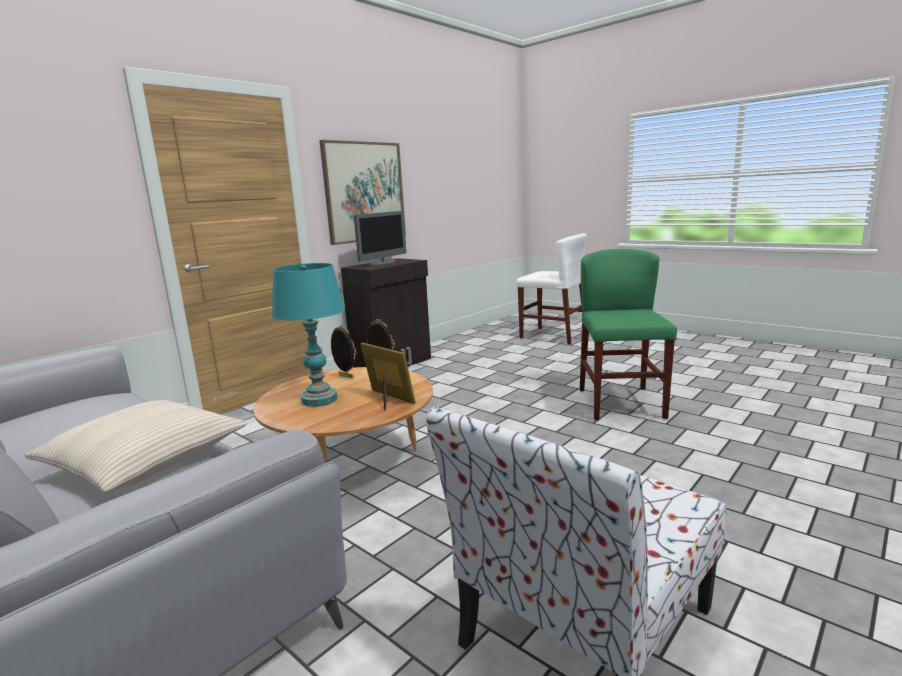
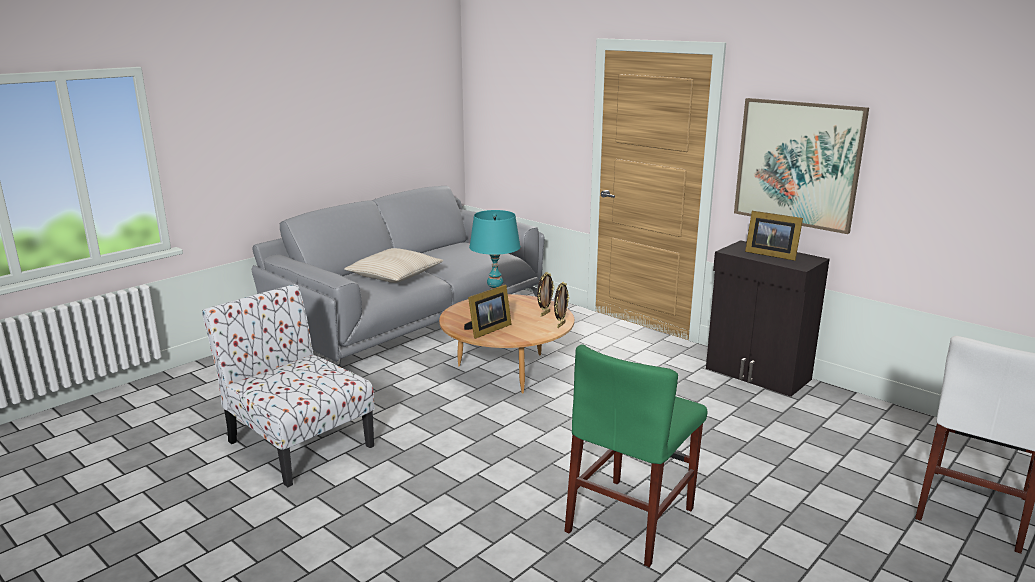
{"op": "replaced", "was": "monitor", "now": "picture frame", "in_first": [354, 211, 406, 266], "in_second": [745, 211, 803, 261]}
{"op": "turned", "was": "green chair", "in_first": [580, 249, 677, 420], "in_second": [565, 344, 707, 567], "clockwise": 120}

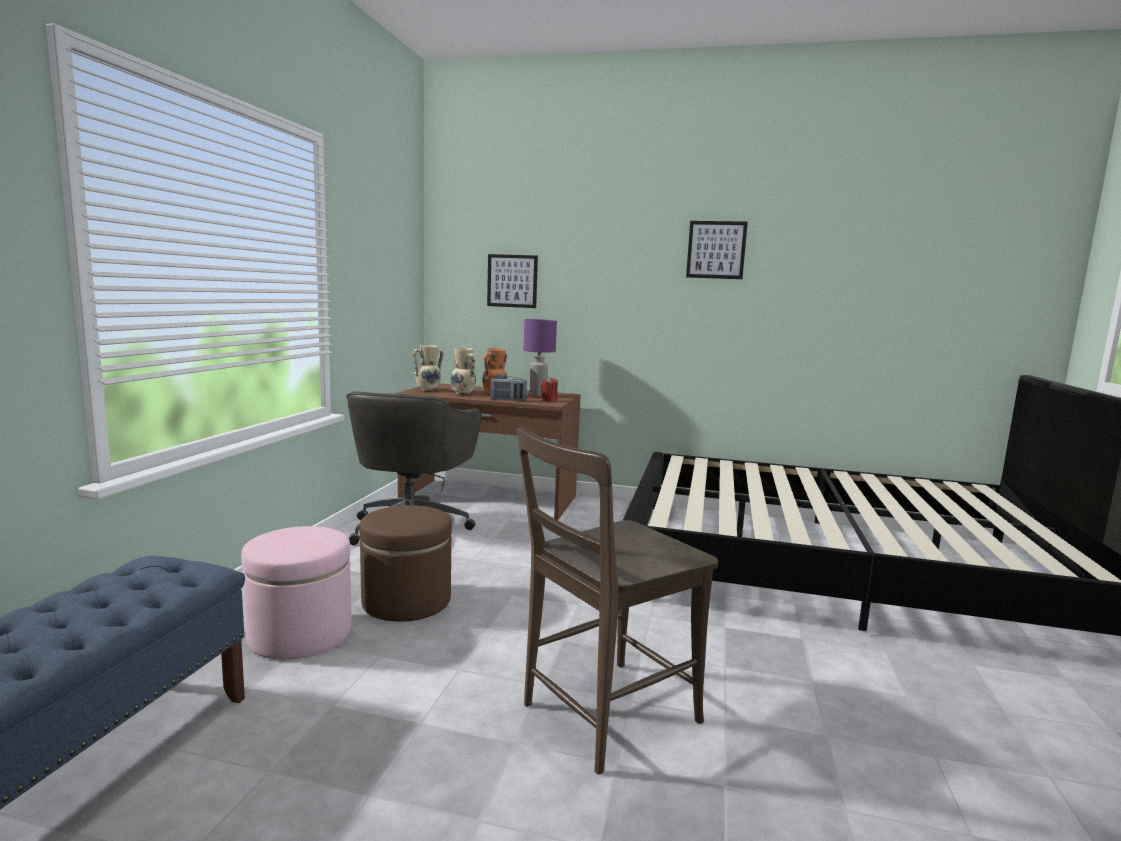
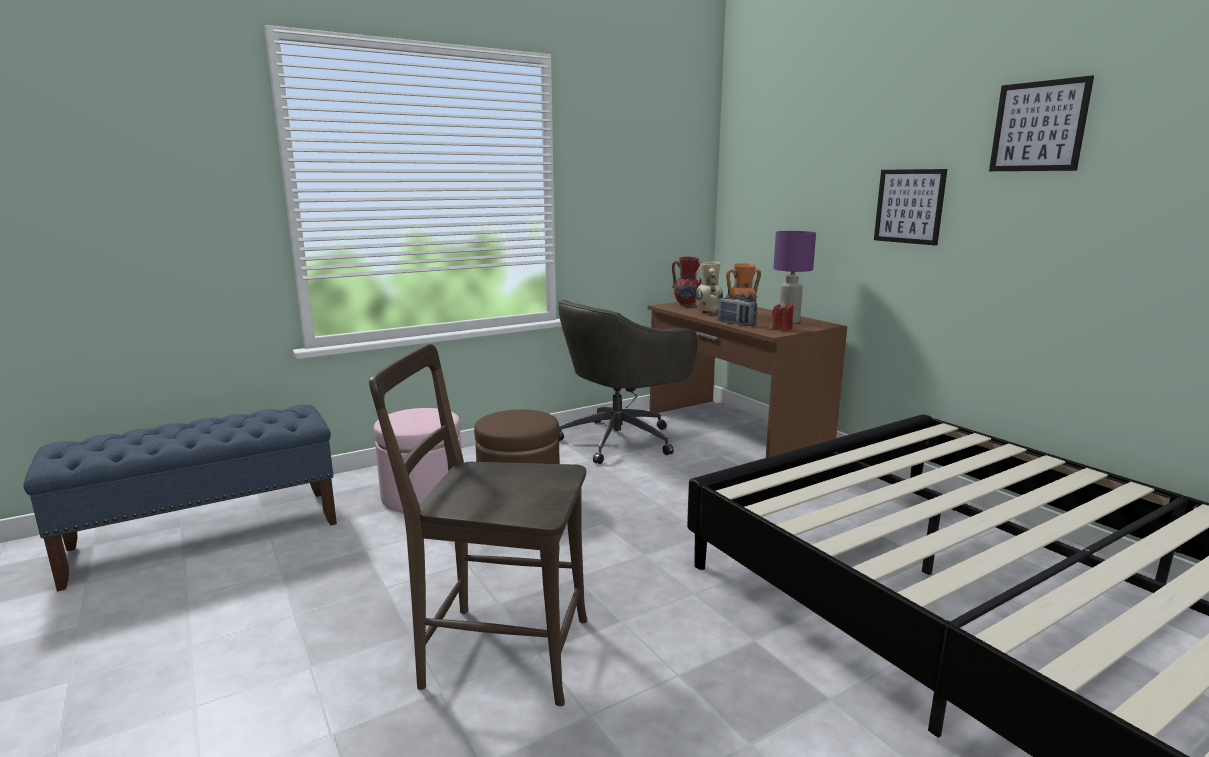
{"op": "moved", "was": "picture", "in_first": [487, 254, 538, 308], "in_second": [874, 169, 947, 246]}
{"op": "recoloured", "was": "beige vase", "now": "red vase", "in_first": [413, 345, 444, 391], "in_second": [672, 257, 702, 306]}

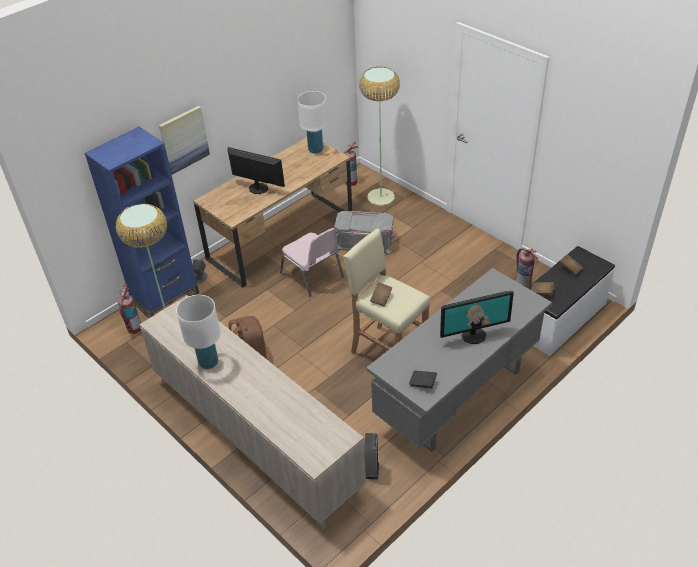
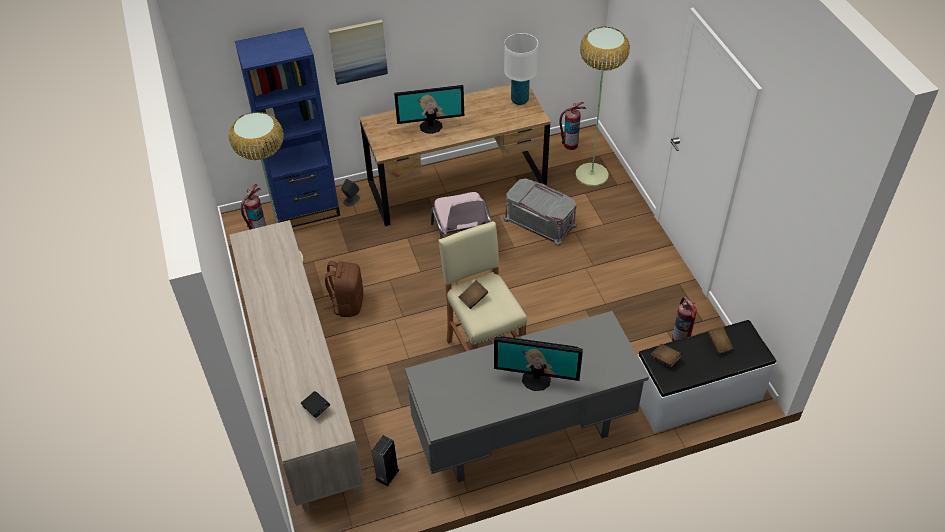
{"op": "removed", "was": "white table lamp", "in_first": [176, 295, 221, 369]}
{"op": "moved", "was": "black book", "in_first": [409, 370, 437, 389], "in_second": [300, 391, 330, 418]}
{"op": "turned", "was": "monitor", "in_first": [227, 147, 285, 194], "in_second": [394, 85, 464, 134], "clockwise": 120}

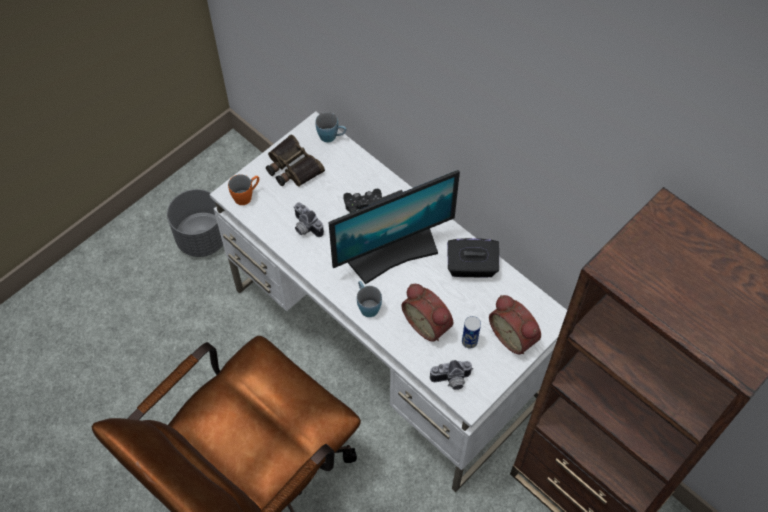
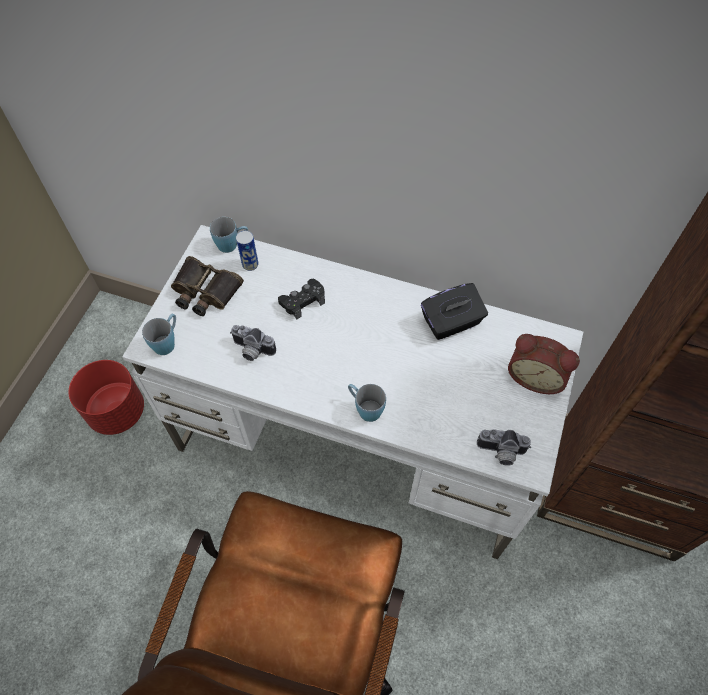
{"op": "removed", "was": "monitor", "in_first": [329, 170, 460, 284]}
{"op": "removed", "was": "alarm clock", "in_first": [401, 284, 454, 342]}
{"op": "moved", "was": "can", "in_first": [462, 316, 481, 349], "in_second": [236, 230, 259, 271]}
{"op": "recoloured", "was": "grey planter", "now": "red planter", "in_first": [167, 189, 223, 257], "in_second": [68, 360, 144, 435]}
{"op": "recoloured", "was": "orange mug", "now": "blue mug", "in_first": [228, 174, 259, 205], "in_second": [142, 314, 176, 355]}
{"op": "turned", "was": "photo camera", "in_first": [430, 360, 473, 390], "in_second": [477, 429, 531, 466], "clockwise": 45}

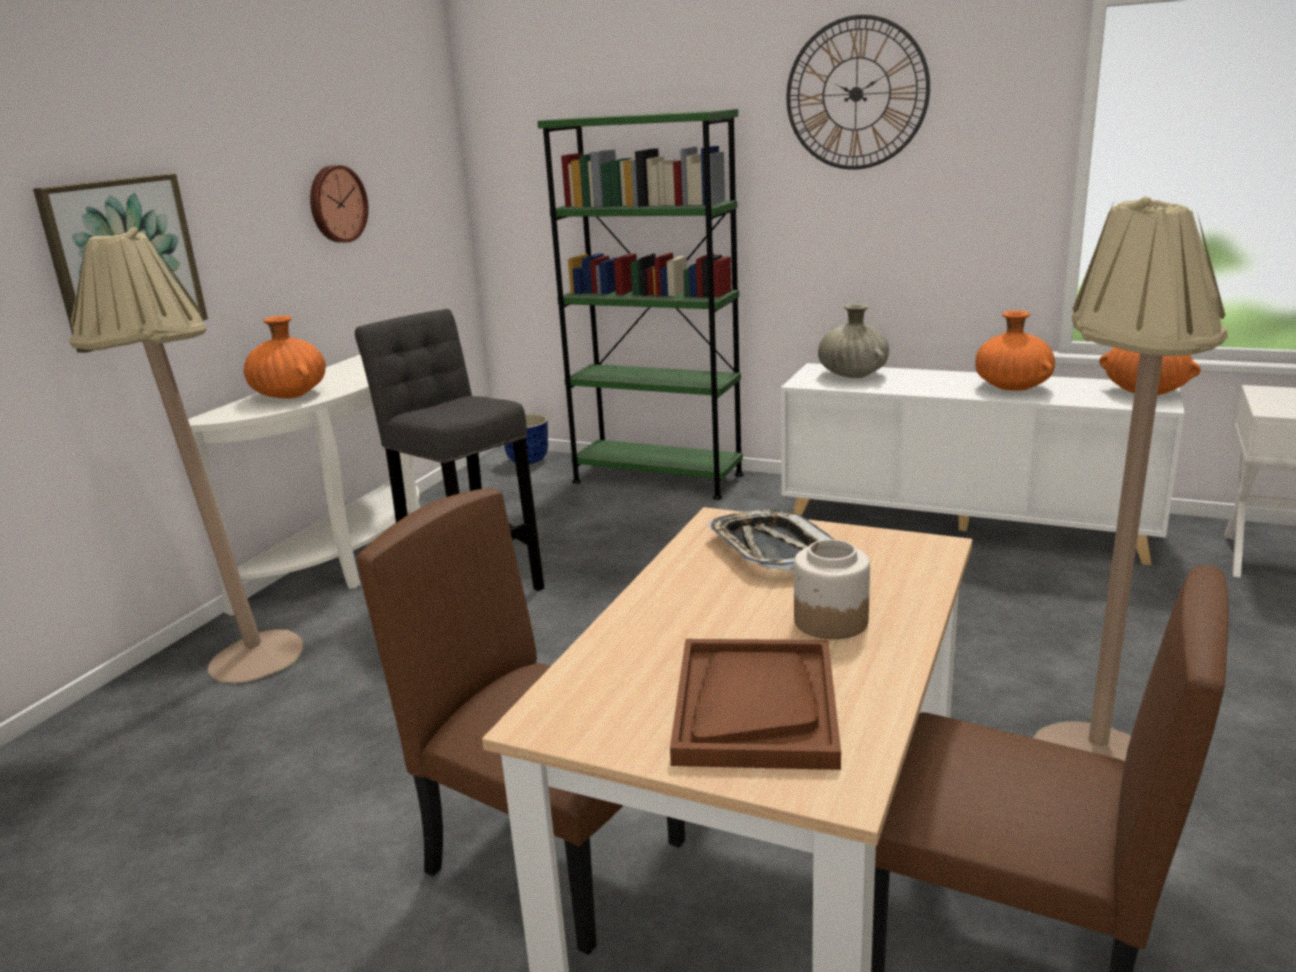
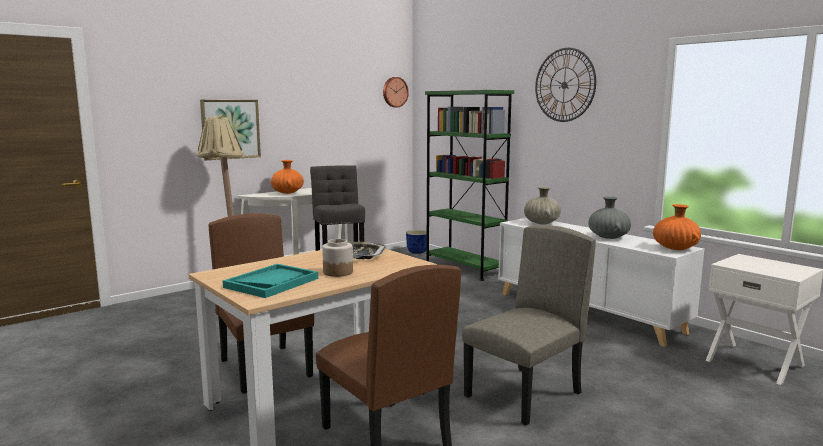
{"op": "moved", "was": "wall clock", "in_first": [310, 165, 368, 243], "in_second": [383, 77, 409, 107]}
{"op": "replaced", "was": "beige floor lamp", "now": "beige chair", "in_first": [1033, 196, 1228, 761], "in_second": [462, 225, 596, 425]}
{"op": "recoloured", "was": "brown tray", "now": "turquoise tray", "in_first": [670, 639, 841, 770], "in_second": [223, 264, 318, 298]}
{"op": "recoloured", "was": "orange vase", "now": "grey vase", "in_first": [975, 310, 1055, 391], "in_second": [588, 196, 631, 239]}

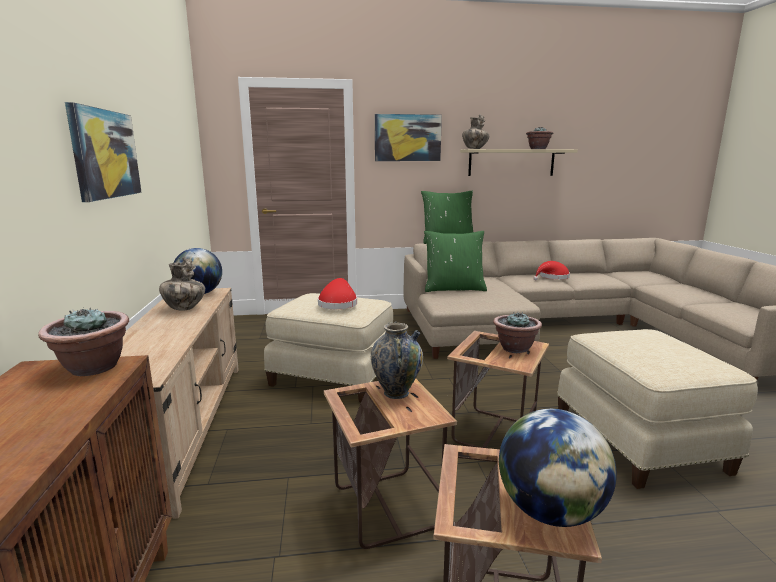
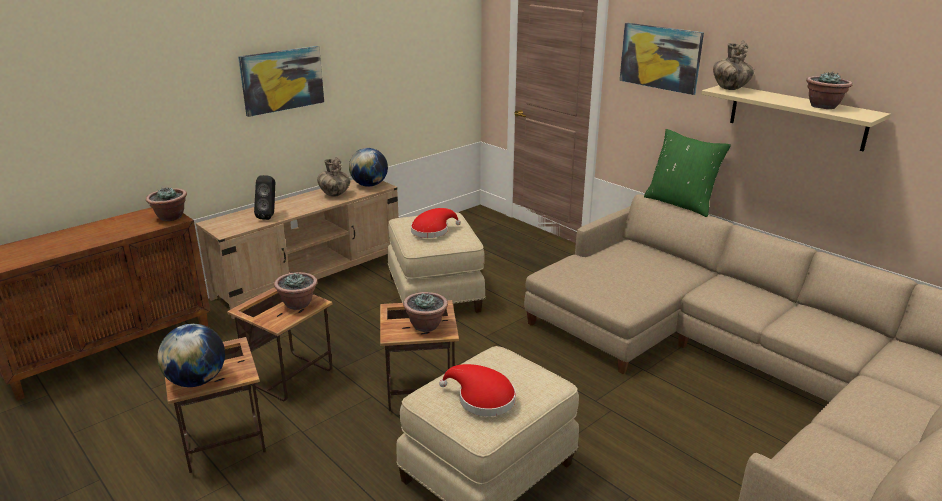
{"op": "removed", "was": "green pillow", "in_first": [424, 231, 487, 292]}
{"op": "added", "now": "black speaker", "in_second": [254, 175, 275, 220]}
{"op": "moved", "was": "red hat", "in_first": [534, 261, 570, 280], "in_second": [439, 364, 516, 416]}
{"op": "replaced", "was": "vase", "now": "potted plant", "in_first": [371, 321, 423, 399], "in_second": [274, 272, 317, 310]}

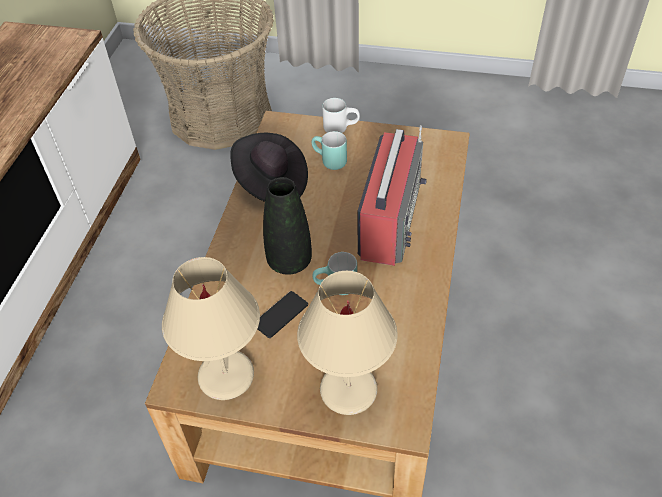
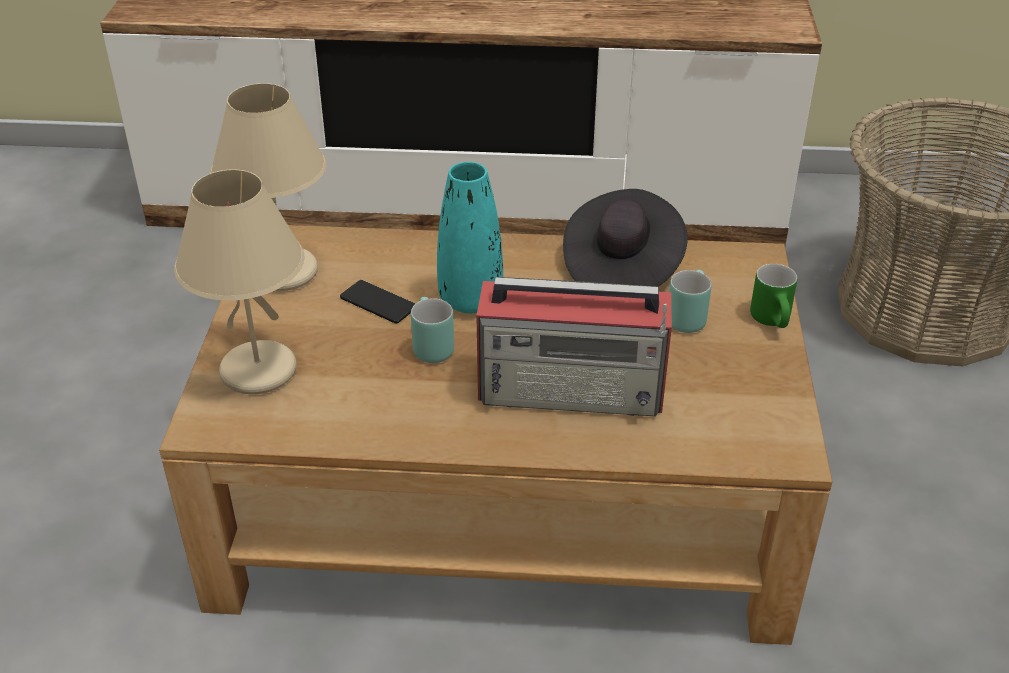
{"op": "recoloured", "was": "black vase", "now": "turquoise vase", "in_first": [263, 177, 312, 275], "in_second": [437, 162, 503, 313]}
{"op": "recoloured", "was": "white mug", "now": "green mug", "in_first": [322, 98, 360, 133], "in_second": [750, 264, 797, 328]}

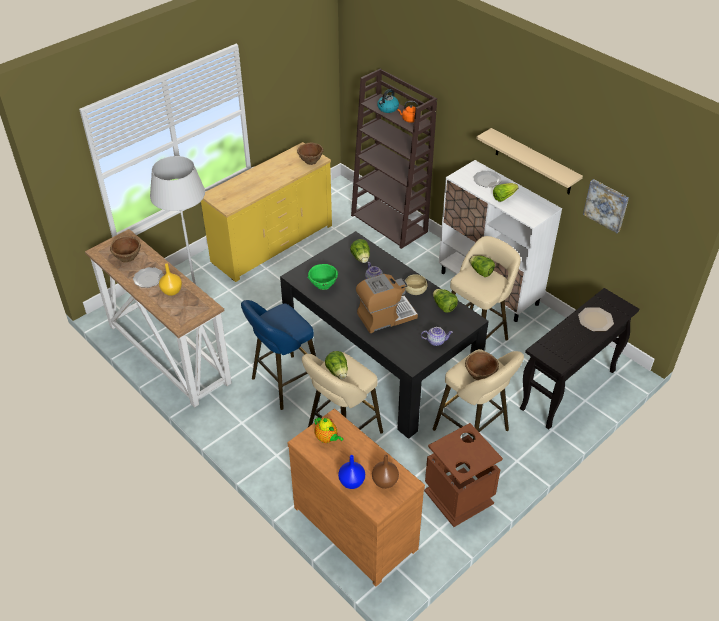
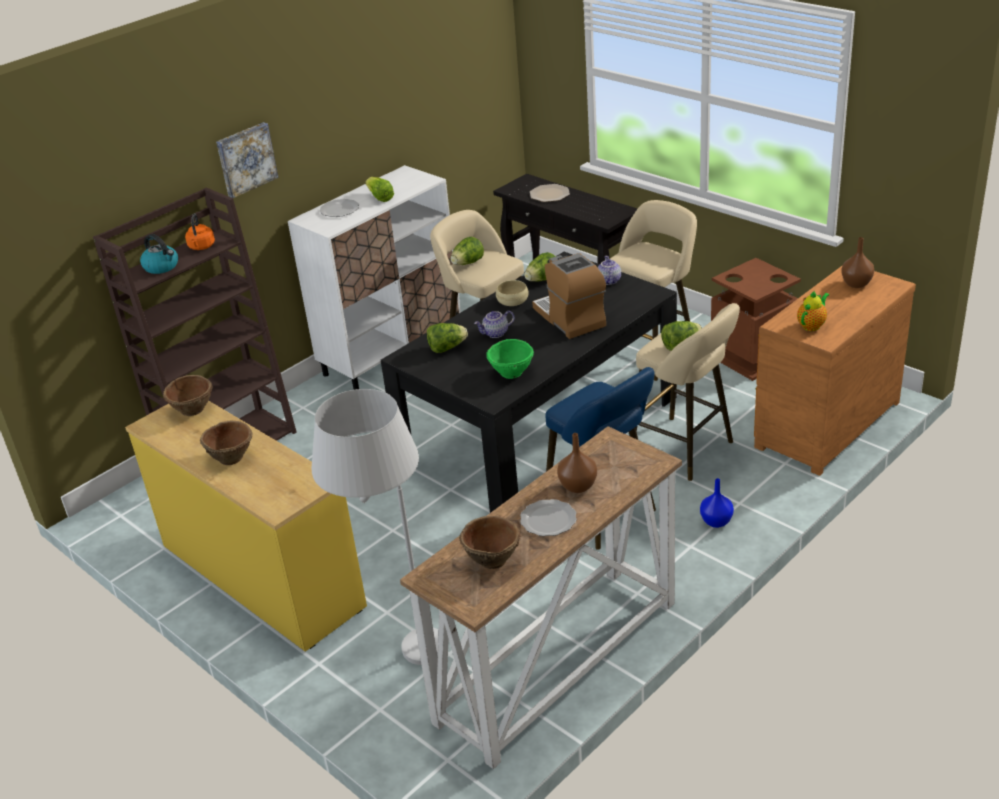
{"op": "removed", "was": "beige shelf", "in_first": [476, 128, 583, 194]}
{"op": "moved", "was": "blue vase", "in_first": [338, 455, 365, 489], "in_second": [700, 478, 734, 528]}
{"op": "moved", "was": "brown bowl", "in_first": [465, 351, 499, 380], "in_second": [200, 421, 253, 465]}
{"op": "moved", "was": "picture", "in_first": [583, 179, 629, 233], "in_second": [216, 122, 279, 198]}
{"op": "recoloured", "was": "yellow vase", "now": "brown vase", "in_first": [159, 263, 182, 296], "in_second": [557, 433, 597, 493]}

